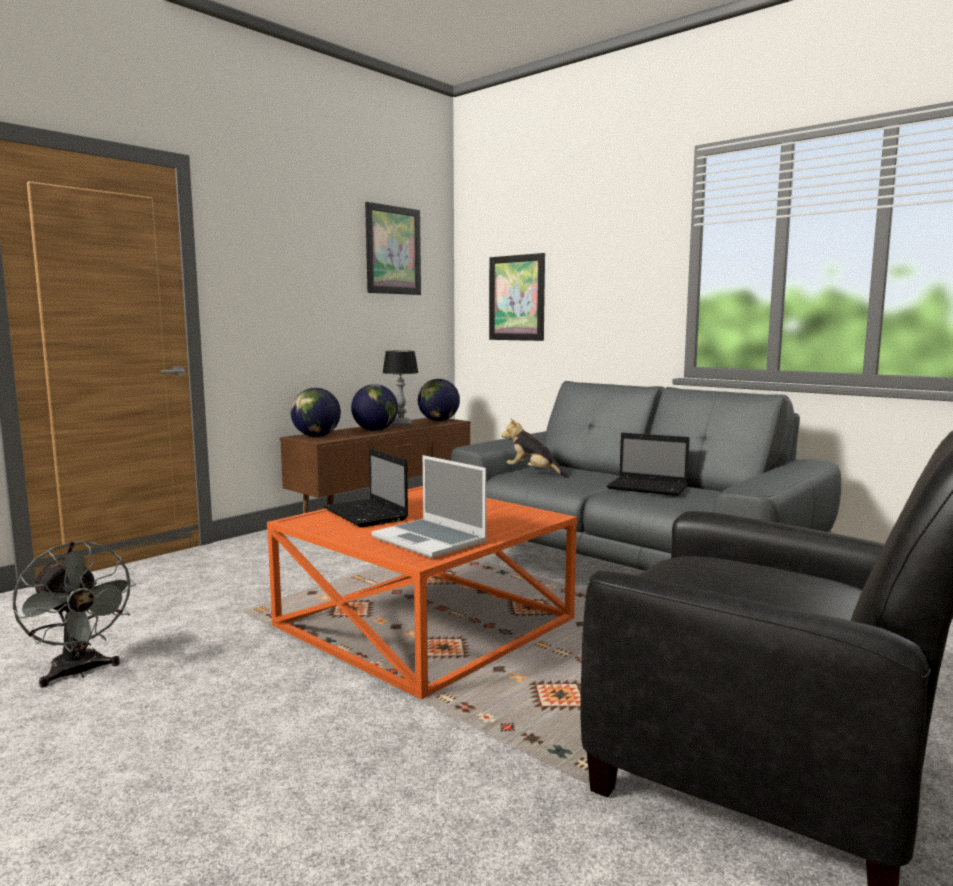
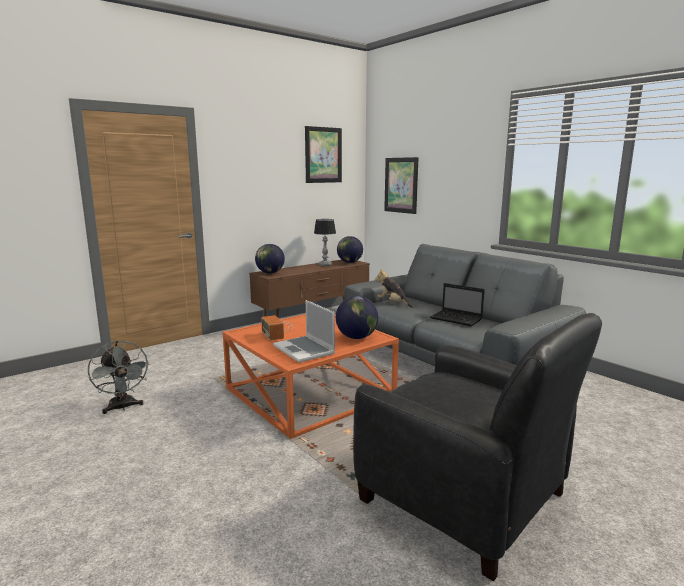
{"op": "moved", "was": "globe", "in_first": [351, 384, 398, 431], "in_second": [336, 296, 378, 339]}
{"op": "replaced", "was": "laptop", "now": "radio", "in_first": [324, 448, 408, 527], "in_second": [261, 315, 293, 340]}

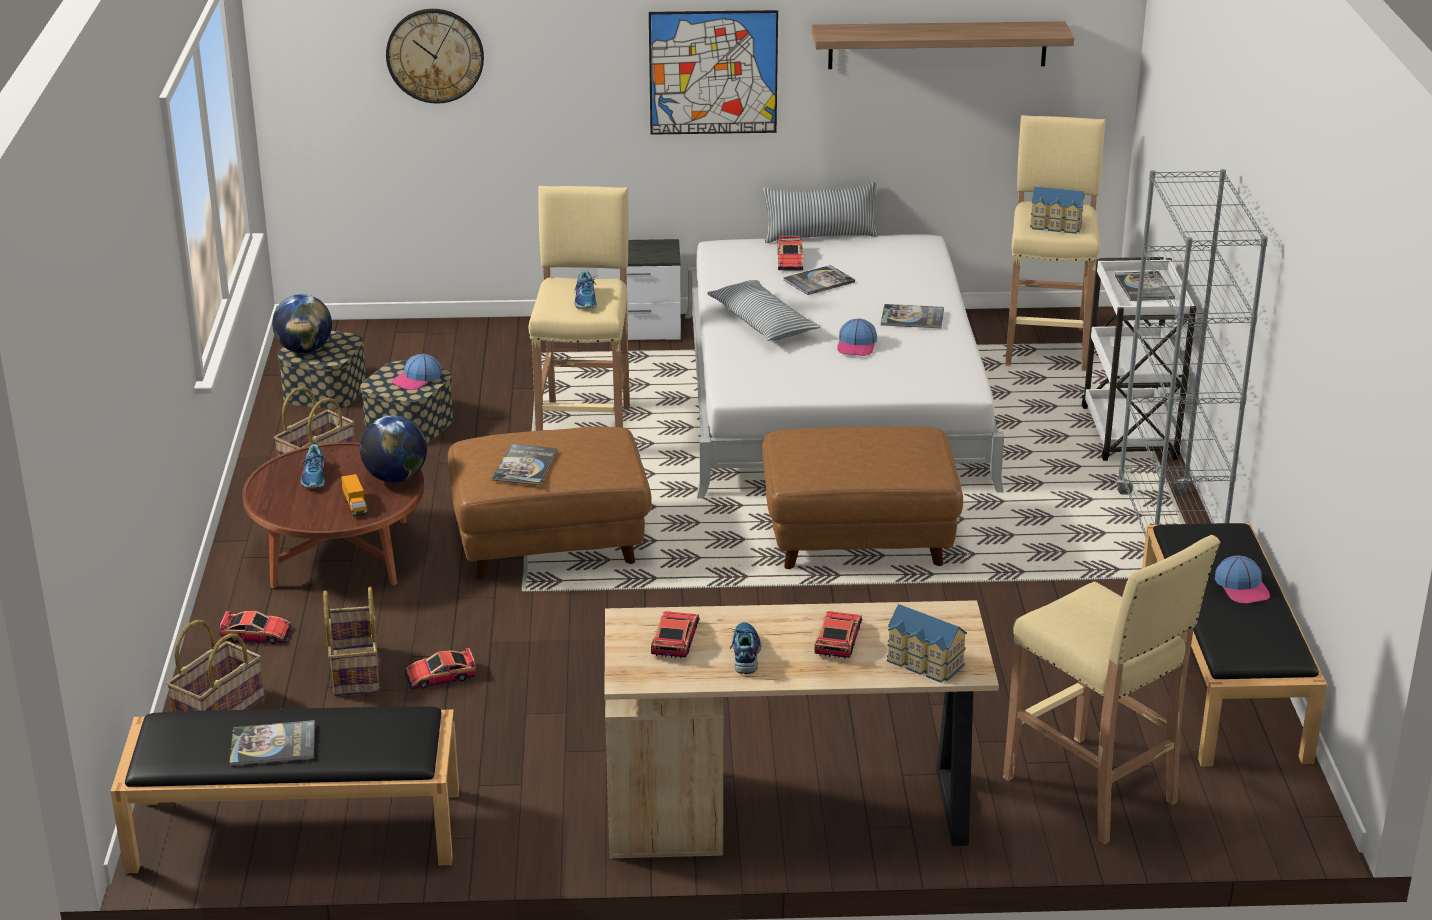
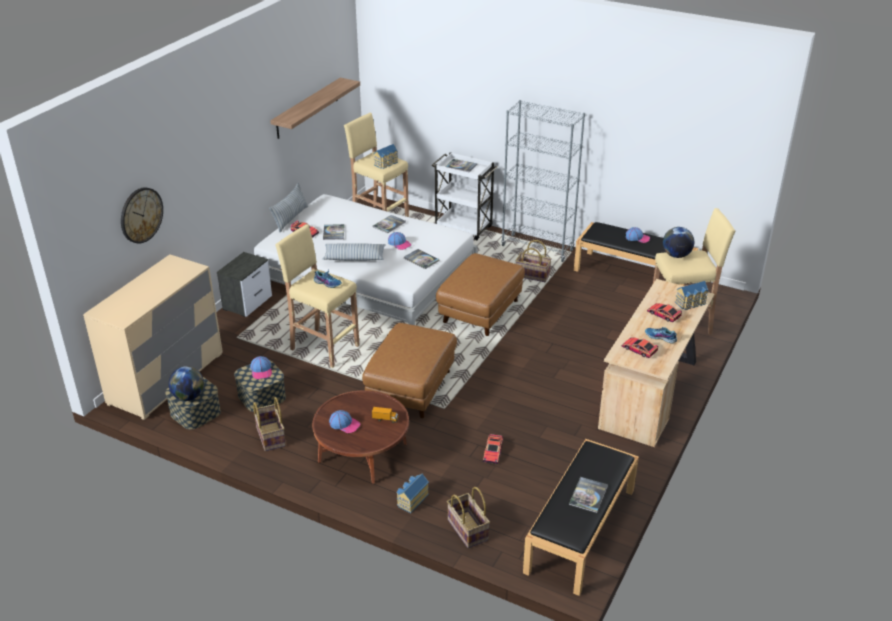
{"op": "removed", "was": "picture", "in_first": [649, 10, 778, 135]}
{"op": "added", "now": "beige dresser", "in_second": [83, 254, 223, 420]}
{"op": "moved", "was": "basket", "in_first": [323, 587, 379, 696], "in_second": [515, 240, 552, 282]}
{"op": "moved", "was": "globe", "in_first": [360, 415, 427, 483], "in_second": [663, 227, 694, 258]}
{"op": "moved", "was": "book", "in_first": [492, 444, 558, 485], "in_second": [404, 249, 440, 269]}
{"op": "replaced", "was": "toy car", "now": "toy house", "in_first": [220, 611, 292, 644], "in_second": [396, 474, 429, 513]}
{"op": "replaced", "was": "shoe", "now": "cap", "in_first": [301, 444, 327, 488], "in_second": [329, 410, 361, 433]}

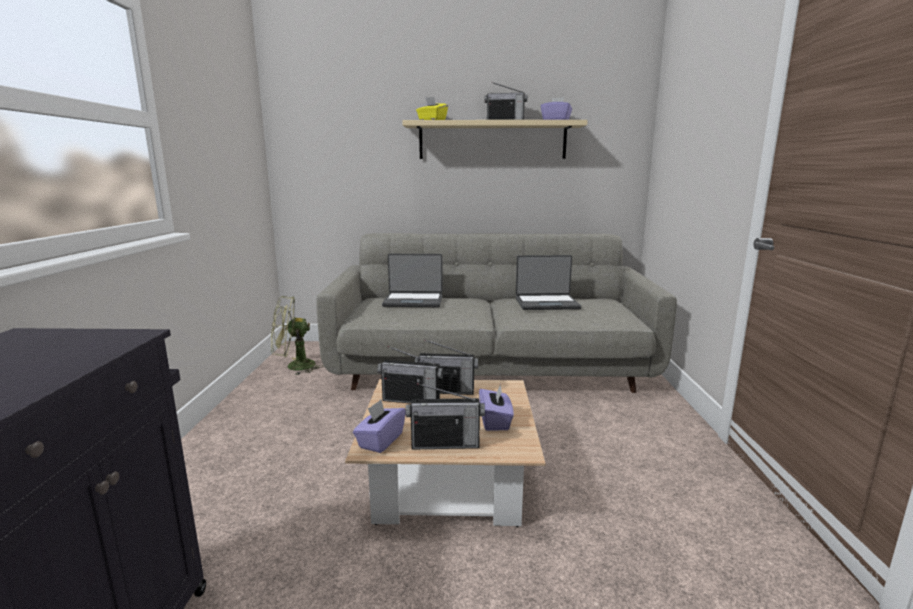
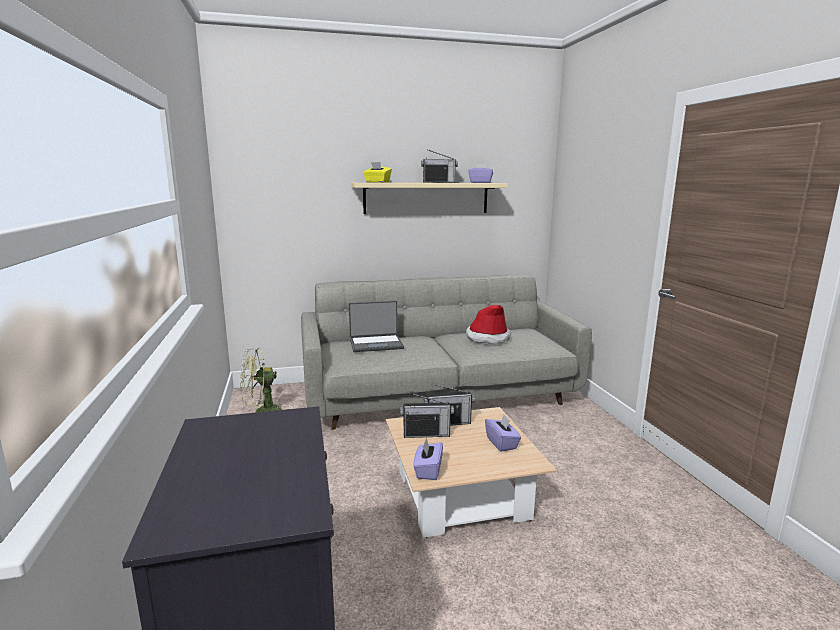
{"op": "removed", "was": "radio", "in_first": [406, 383, 485, 450]}
{"op": "replaced", "was": "laptop", "now": "hat", "in_first": [516, 255, 581, 310], "in_second": [466, 305, 511, 344]}

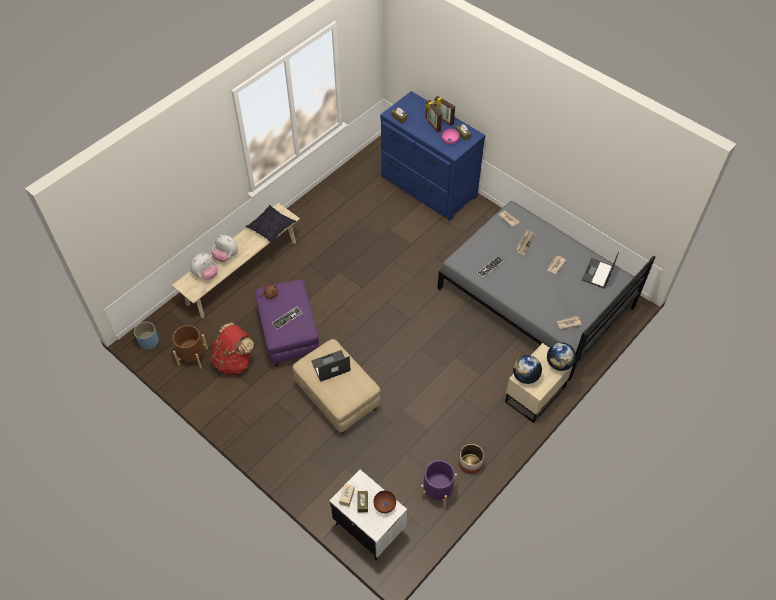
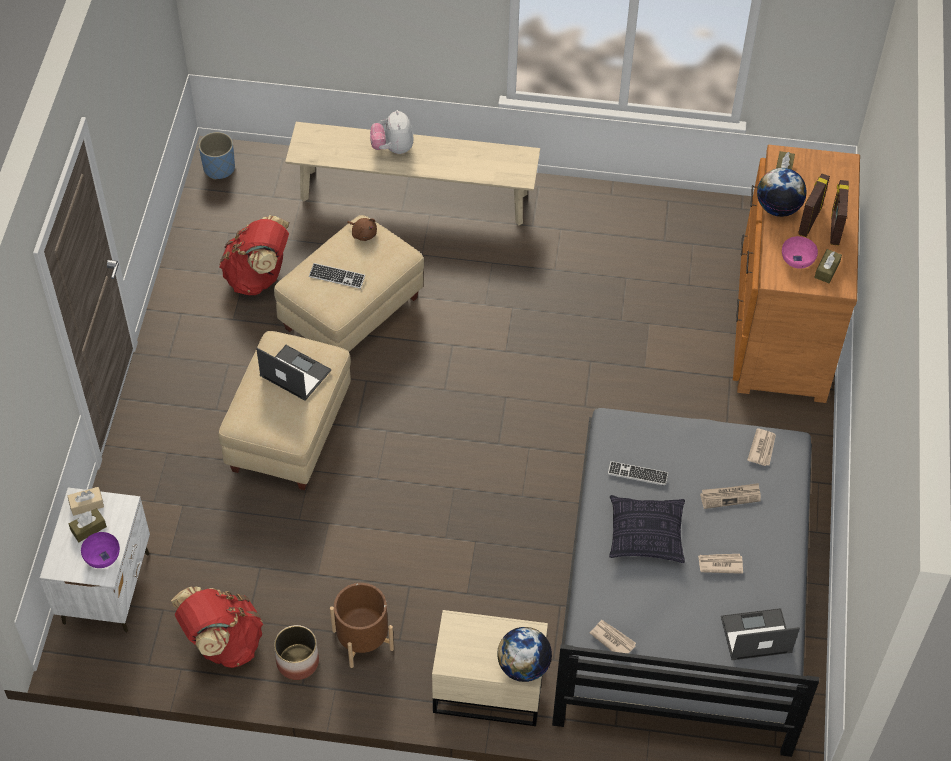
{"op": "removed", "was": "plush toy", "in_first": [190, 253, 218, 280]}
{"op": "moved", "was": "brown planter", "in_first": [172, 325, 208, 368], "in_second": [330, 583, 394, 668]}
{"op": "moved", "was": "pillow", "in_first": [246, 205, 296, 243], "in_second": [609, 495, 685, 563]}
{"op": "moved", "was": "globe", "in_first": [513, 355, 542, 384], "in_second": [757, 168, 807, 217]}
{"op": "replaced", "was": "purple planter", "now": "red backpack", "in_first": [420, 460, 457, 508], "in_second": [171, 586, 263, 668]}
{"op": "recoloured", "was": "purple ottoman", "now": "beige ottoman", "in_first": [255, 280, 319, 367], "in_second": [274, 215, 424, 352]}
{"op": "recoloured", "was": "brown bowl", "now": "purple bowl", "in_first": [373, 491, 396, 513], "in_second": [81, 532, 120, 568]}
{"op": "recoloured", "was": "blue dresser", "now": "brown dresser", "in_first": [380, 91, 486, 221], "in_second": [733, 145, 860, 403]}

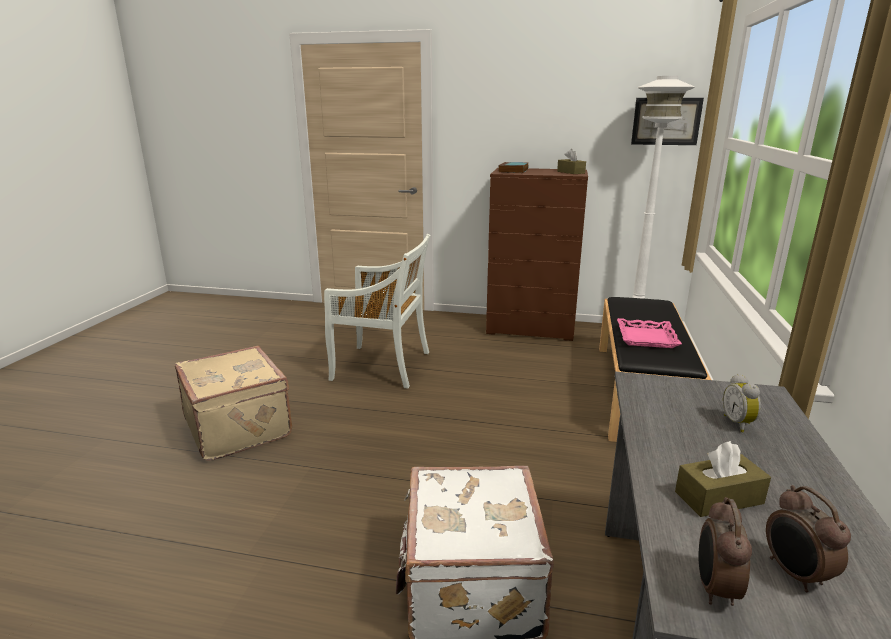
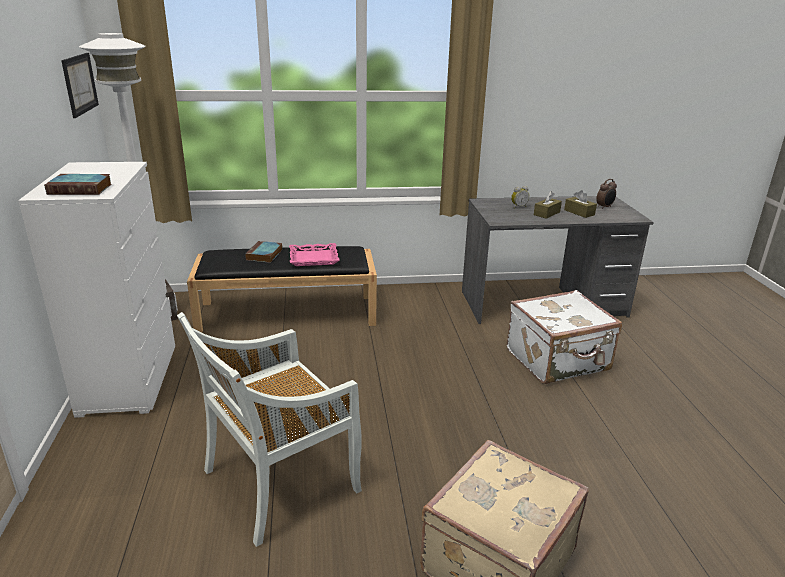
{"op": "removed", "was": "alarm clock", "in_first": [699, 497, 752, 606]}
{"op": "added", "now": "book", "in_second": [245, 241, 282, 263]}
{"op": "moved", "was": "brown tissue box", "in_first": [557, 149, 586, 174], "in_second": [534, 191, 562, 219]}
{"op": "recoloured", "was": "brown dresser", "now": "white dresser", "in_first": [486, 168, 588, 341], "in_second": [18, 162, 175, 418]}
{"op": "turned", "was": "white chair", "in_first": [324, 234, 431, 388], "in_second": [177, 312, 362, 547], "clockwise": -120}

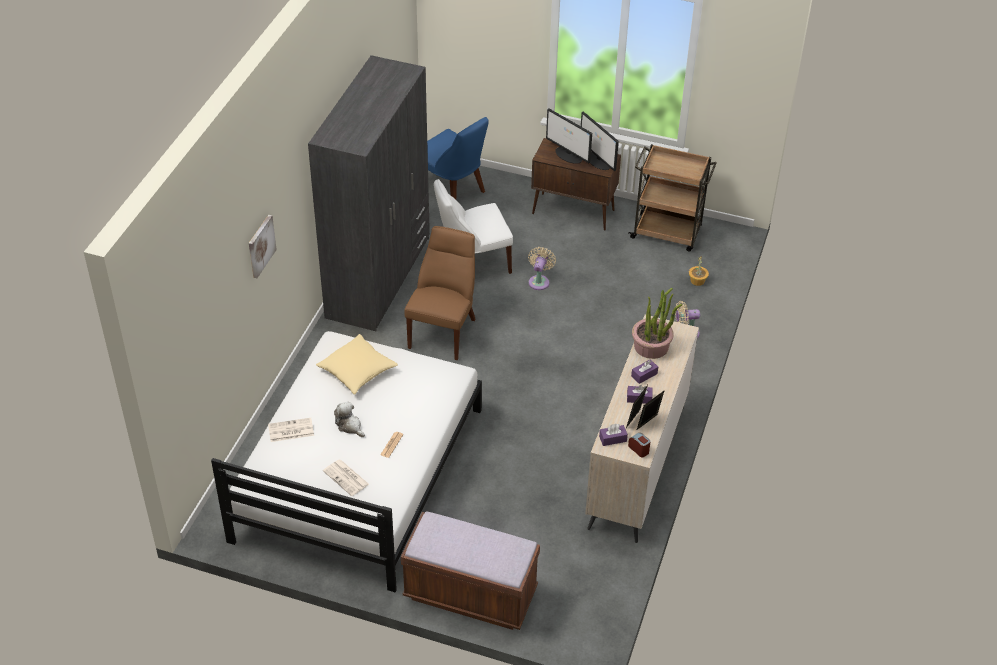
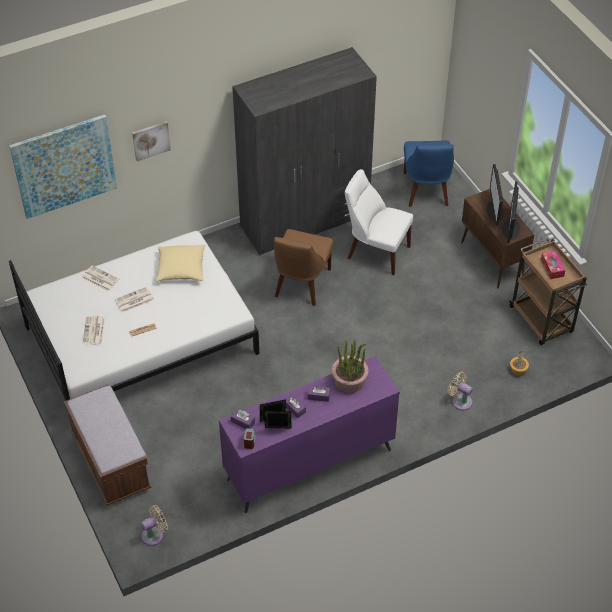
{"op": "added", "now": "picture", "in_second": [9, 115, 117, 219]}
{"op": "added", "now": "tissue box", "in_second": [541, 251, 565, 279]}
{"op": "moved", "was": "beige fan", "in_first": [528, 247, 556, 290], "in_second": [141, 505, 168, 546]}
{"op": "replaced", "was": "plush toy", "now": "newspaper", "in_first": [334, 401, 365, 437], "in_second": [115, 287, 154, 313]}
{"op": "recoloured", "was": "beige dresser", "now": "purple dresser", "in_first": [585, 315, 699, 543], "in_second": [219, 356, 400, 513]}
{"op": "turned", "was": "brown chair", "in_first": [404, 226, 475, 360], "in_second": [274, 229, 333, 306], "clockwise": 135}

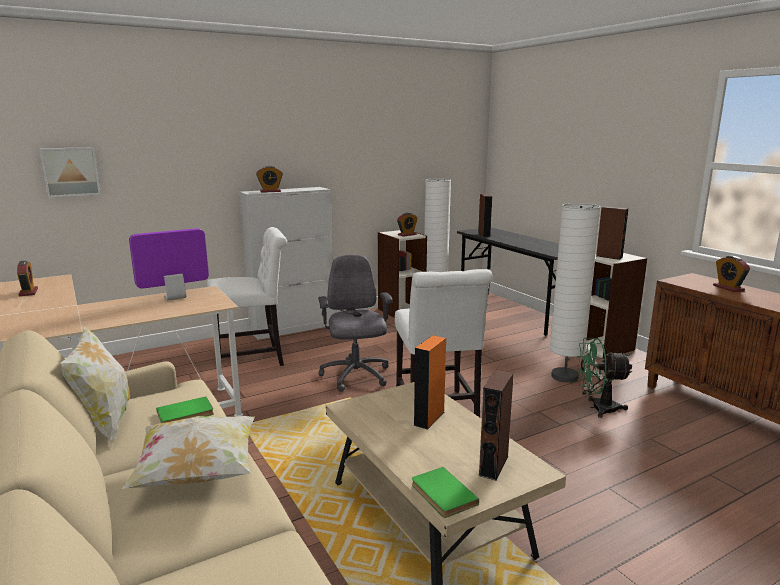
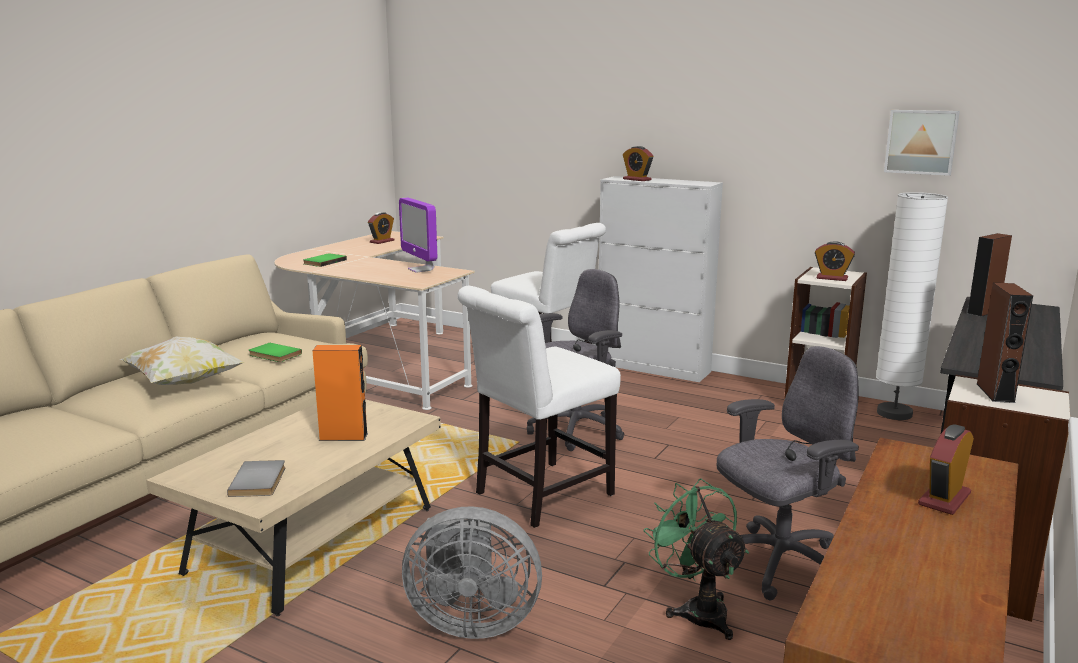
{"op": "removed", "was": "pillow", "in_first": [61, 326, 130, 444]}
{"op": "added", "now": "grey fan", "in_second": [402, 506, 542, 639]}
{"op": "moved", "was": "picture", "in_first": [39, 147, 101, 198], "in_second": [884, 110, 960, 176]}
{"op": "moved", "was": "green book", "in_first": [412, 467, 479, 518], "in_second": [303, 253, 347, 267]}
{"op": "replaced", "was": "brown speaker", "now": "grey book", "in_first": [478, 370, 514, 481], "in_second": [227, 460, 285, 497]}
{"op": "replaced", "was": "white floor lamp", "now": "grey office chair", "in_first": [550, 203, 601, 383], "in_second": [717, 346, 859, 600]}
{"op": "turned", "was": "monitor", "in_first": [129, 228, 209, 300], "in_second": [399, 197, 437, 273], "clockwise": -150}

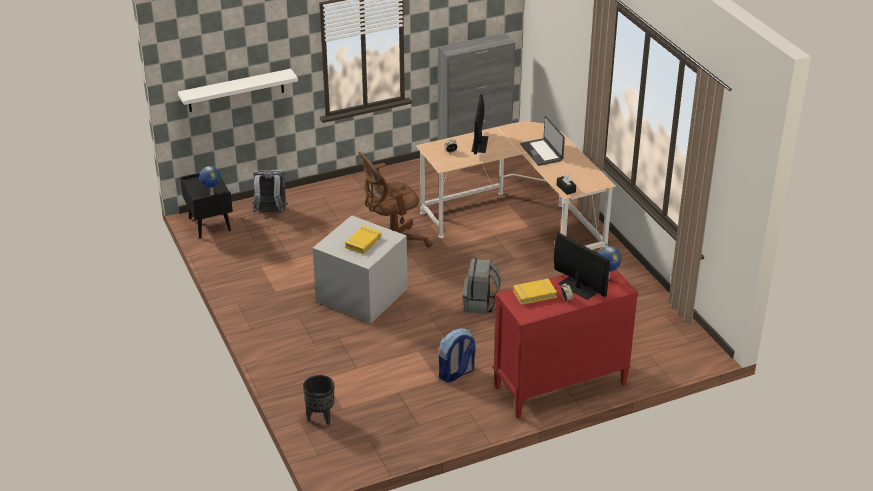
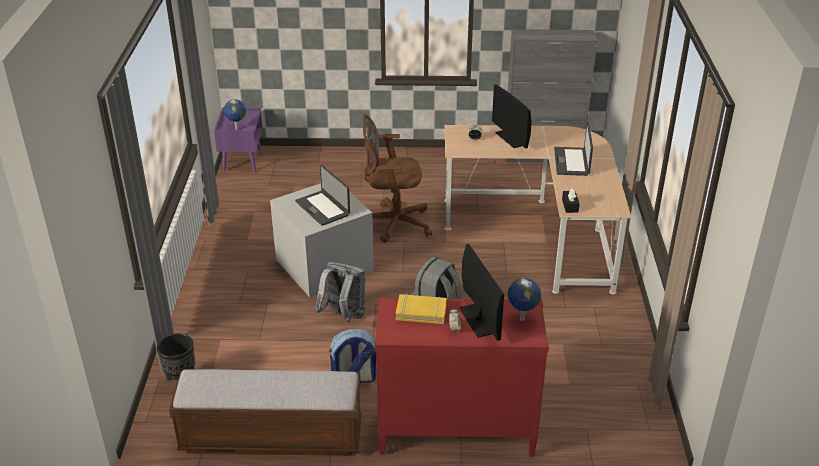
{"op": "removed", "was": "white shelf", "in_first": [178, 69, 298, 112]}
{"op": "added", "now": "bench", "in_second": [169, 369, 362, 456]}
{"op": "moved", "was": "grey backpack", "in_first": [252, 170, 288, 213], "in_second": [315, 262, 366, 323]}
{"op": "replaced", "was": "yellow book", "now": "laptop", "in_first": [345, 226, 381, 254], "in_second": [295, 165, 350, 226]}
{"op": "recoloured", "was": "black nightstand", "now": "purple nightstand", "in_first": [180, 173, 233, 238], "in_second": [214, 107, 263, 172]}
{"op": "turned", "was": "monitor", "in_first": [471, 94, 488, 154], "in_second": [492, 84, 532, 149], "clockwise": -60}

